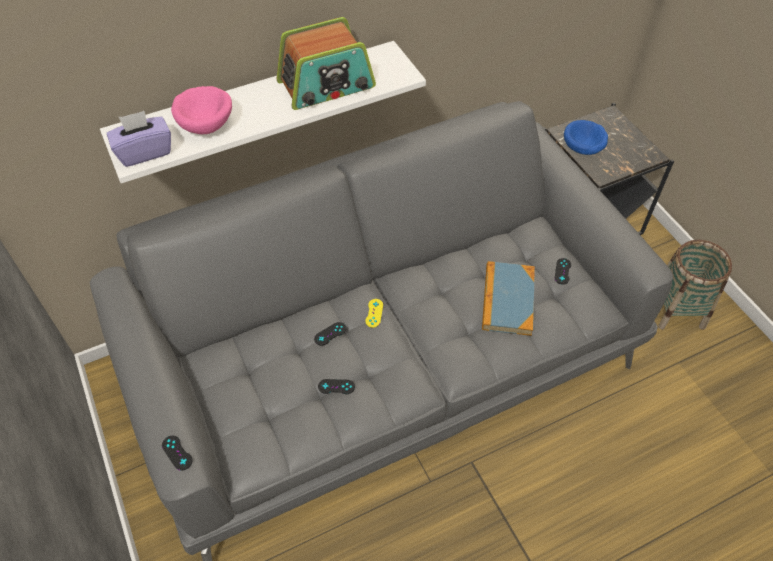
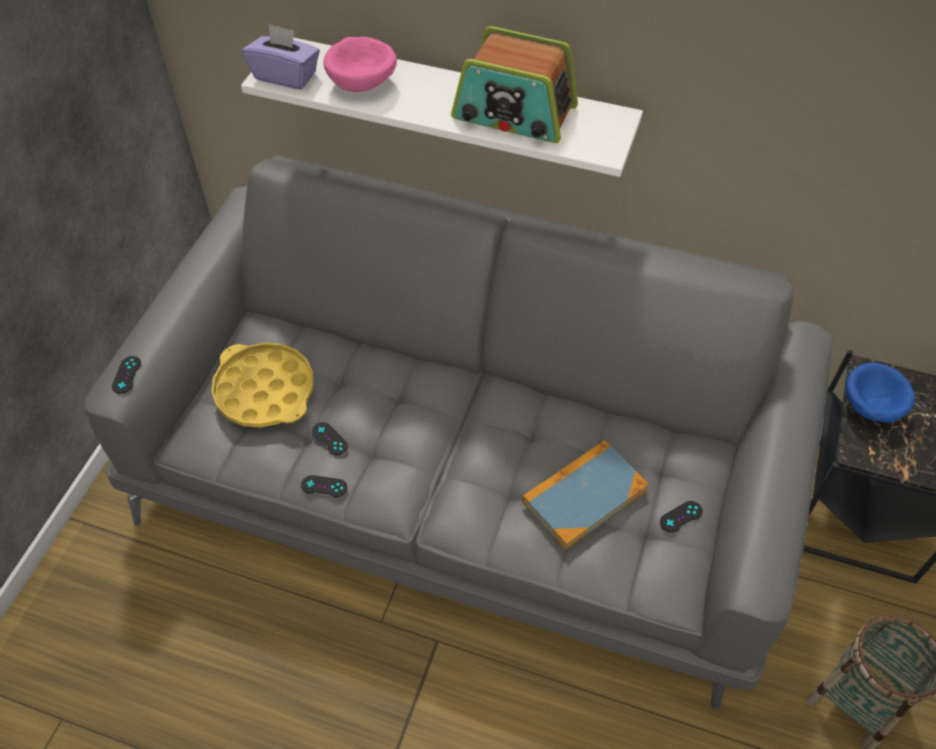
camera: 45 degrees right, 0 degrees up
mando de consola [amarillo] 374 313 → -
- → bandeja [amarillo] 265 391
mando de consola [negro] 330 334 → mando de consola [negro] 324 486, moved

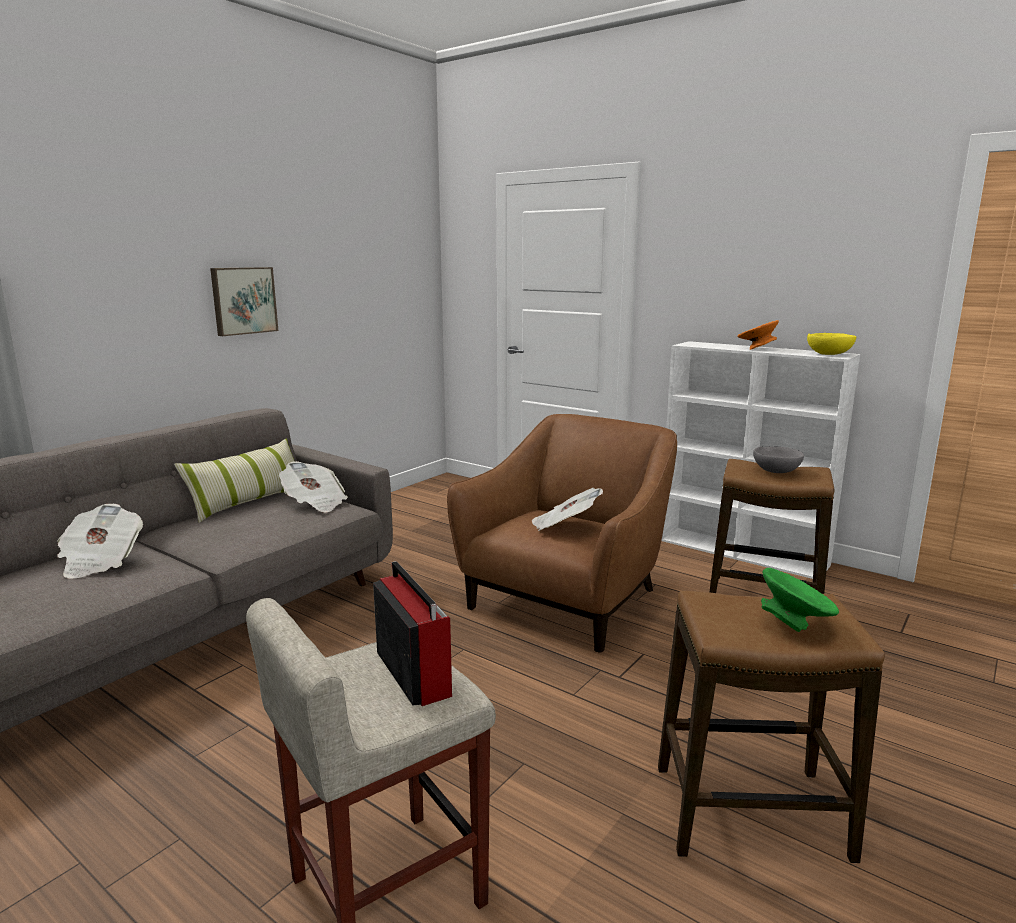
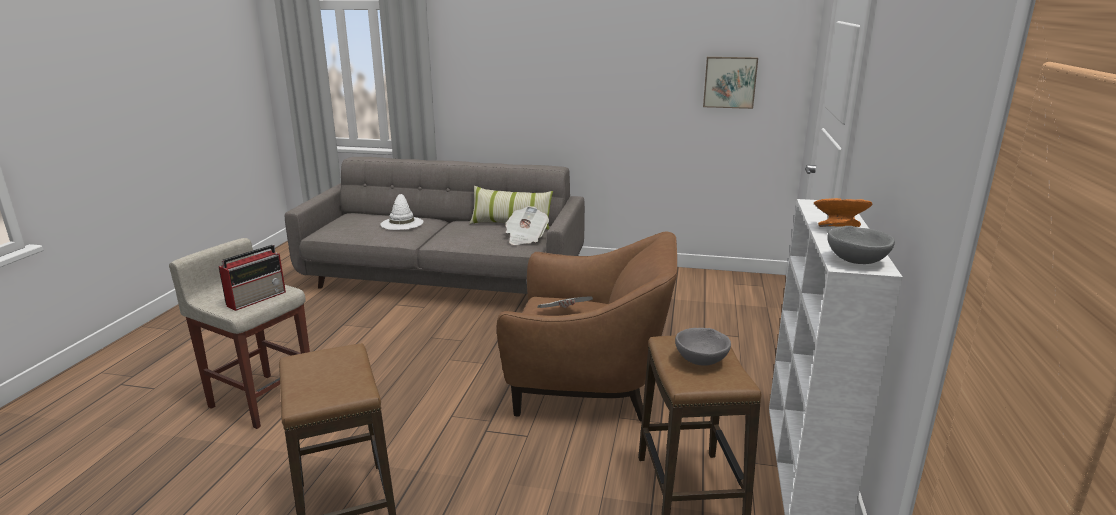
camera: 65 degrees right, 5 degrees up
cuenco [verde] 794 625 → -
cuadro 243 300 → cuadro 729 82, moved
periódico 100 561 → sombrero [blanco] 401 223
cuenco [amarillo] 829 354 → cuenco [gris] 857 261

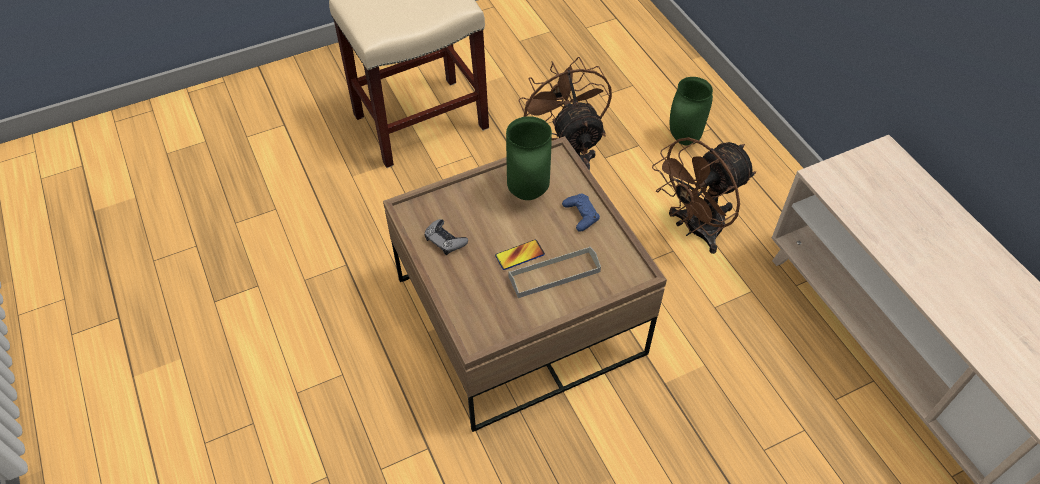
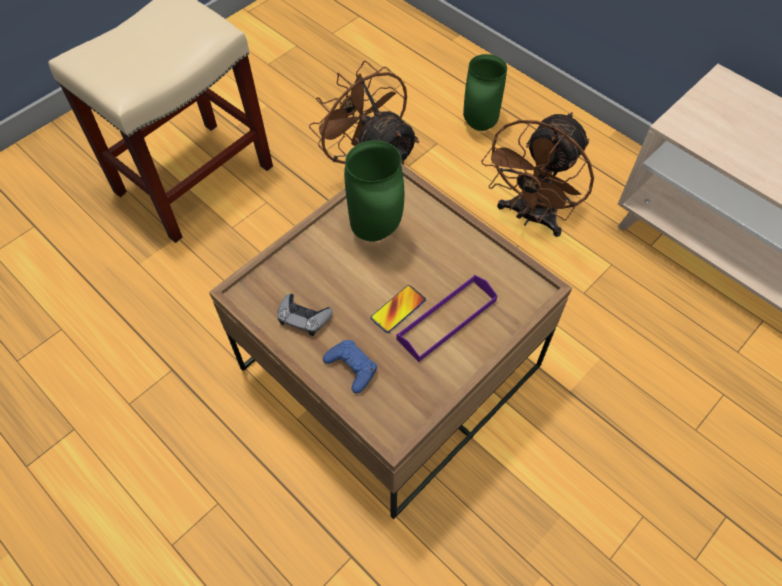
camera: 20 degrees left, 5 degrees up
mando de consola [azul] 581 215 → mando de consola [azul] 351 368, moved
bandeja [gris] 554 274 → bandeja [morado] 447 320

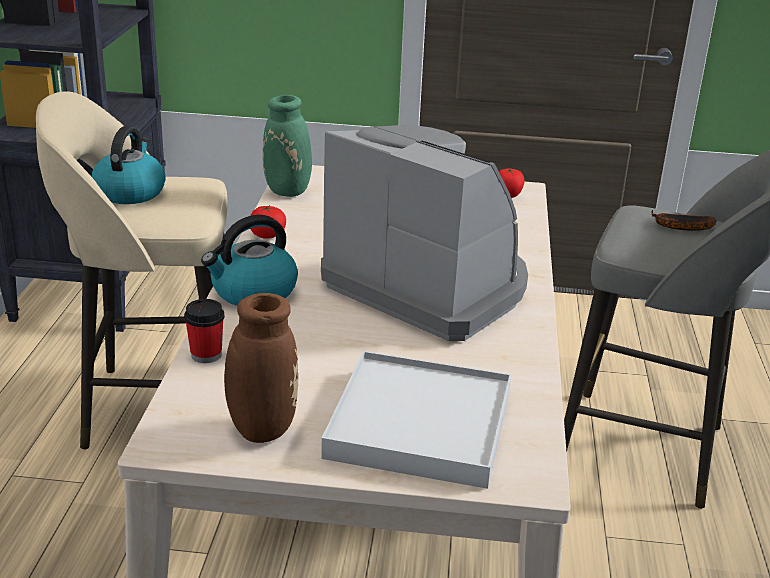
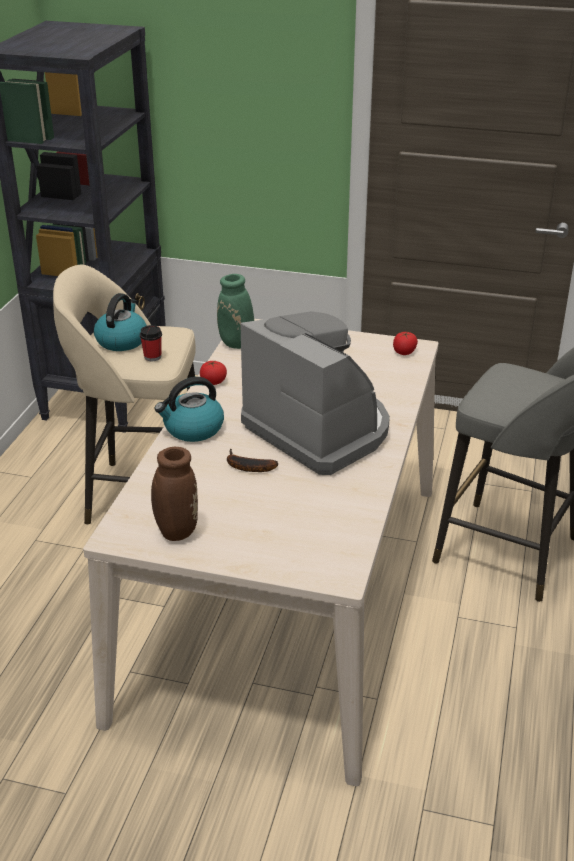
camera: 10 degrees right, 5 degrees up
bandeja [blanco] 420 424 → -
taza 206 355 → taza 152 357, moved
plátano 679 227 → plátano 246 467, moved

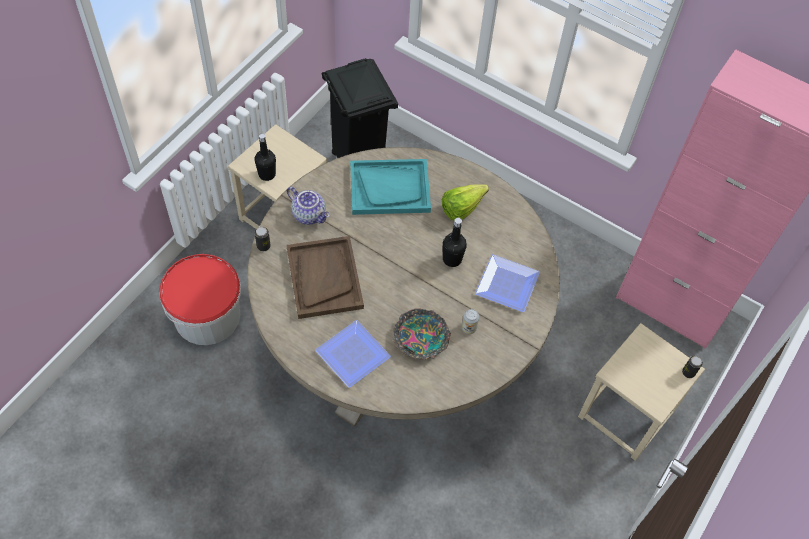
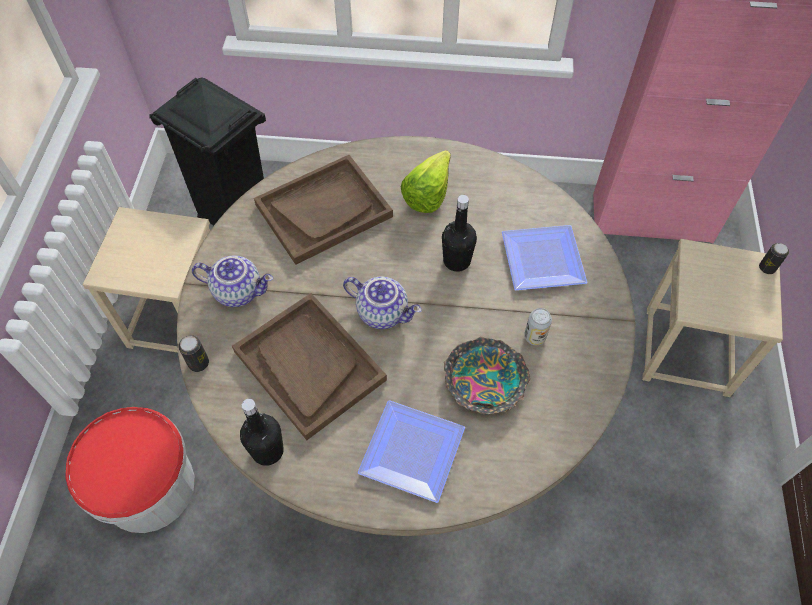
camera: 25 degrees left, 0 degrees up
- → tetera 383 312
botella [negro] 267 174 → botella [negro] 267 451, moved
bandeja [turquesa] 390 188 → bandeja [marrón] 324 210

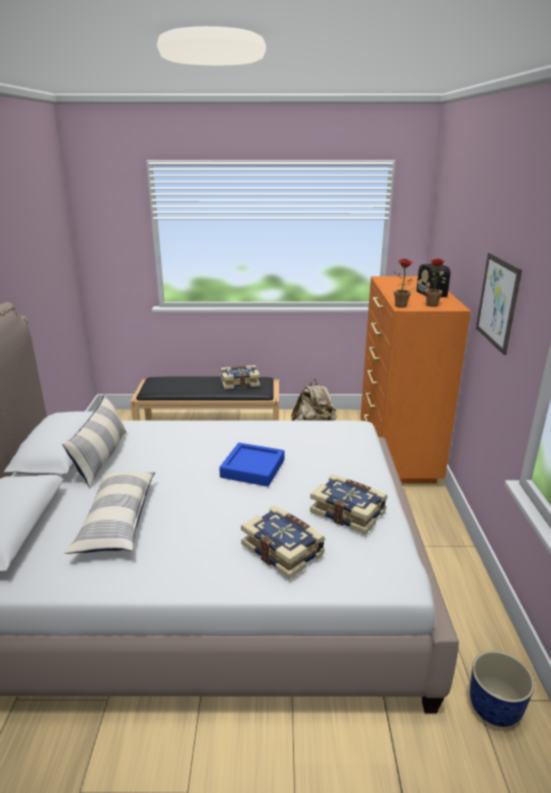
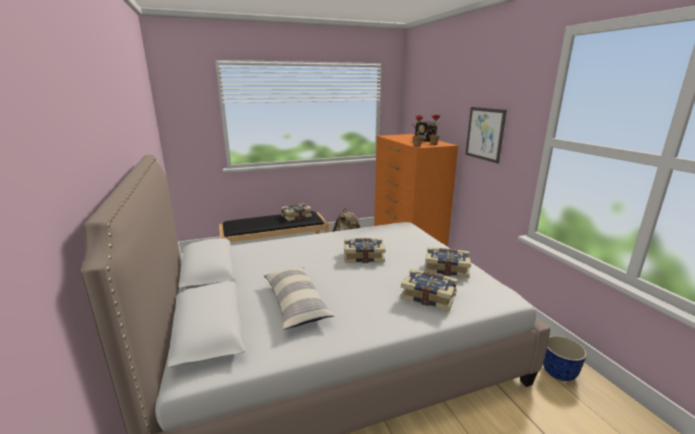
camera: 20 degrees left, 5 degrees down
cojín 102 458 → -
bandeja [azul] 252 468 → libro 363 256

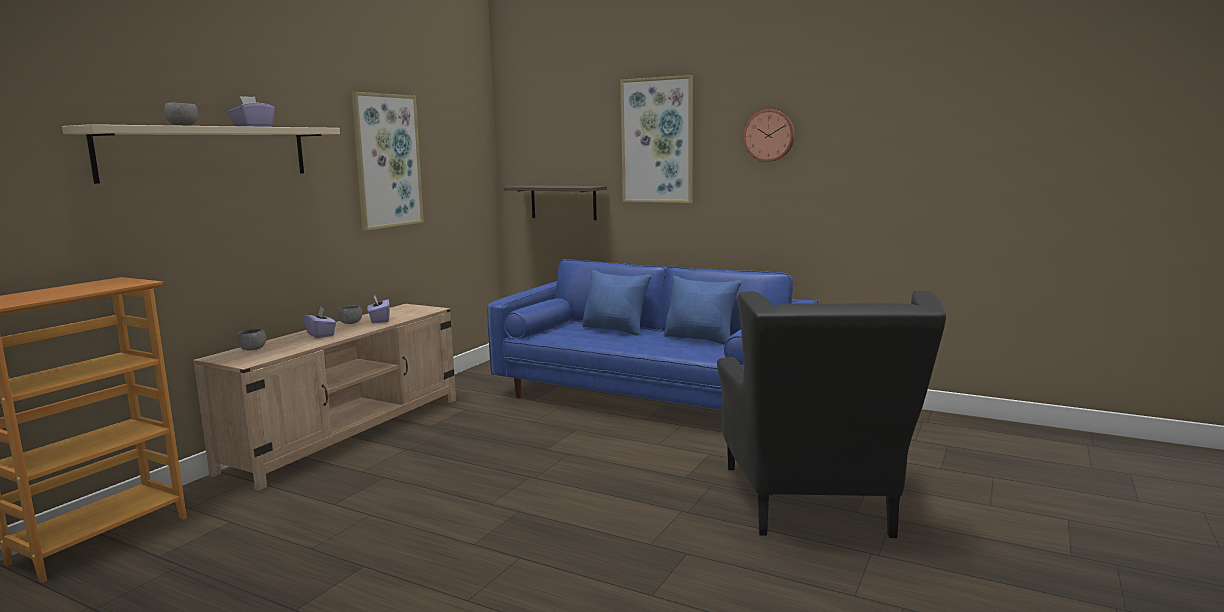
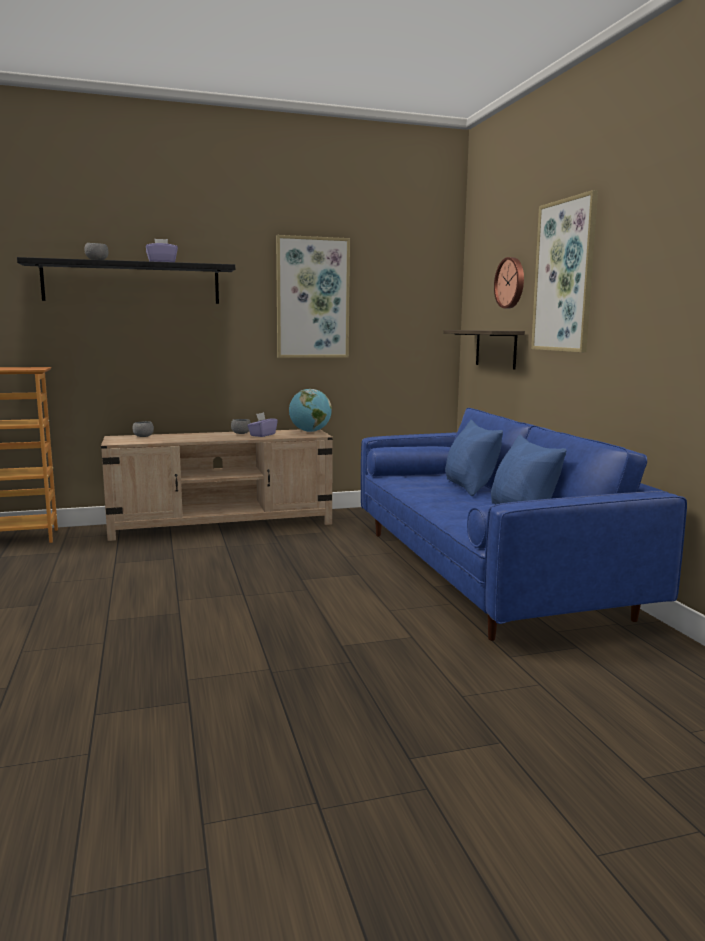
camera: 45 degrees right, 0 degrees up
caja de pañuelos [morado] 321 334 → -
sillón [negro] 816 508 → -
- → globo terráqueo 310 431
reloj de pared 769 135 → reloj de pared 511 283, moved
estante [beis] 208 152 → estante [negro] 132 283

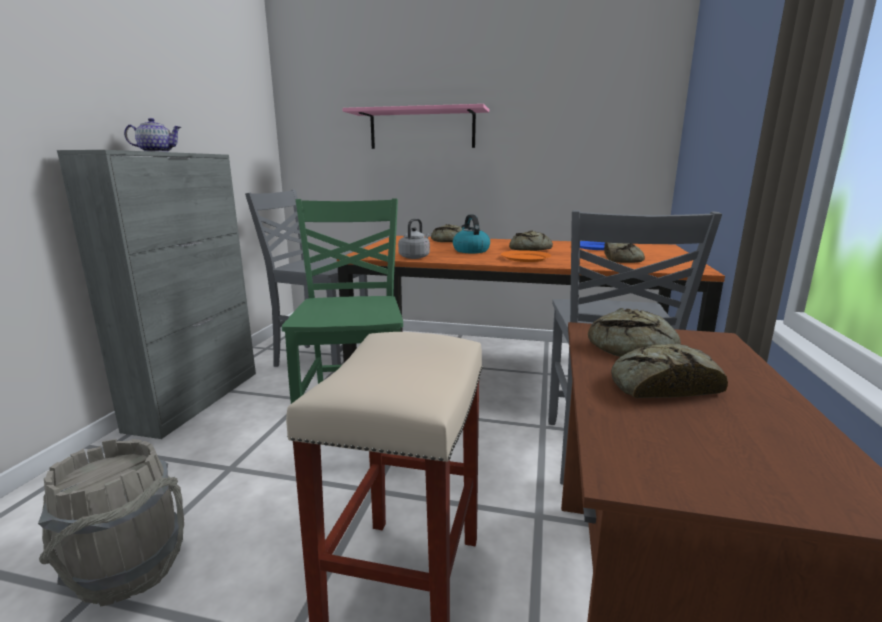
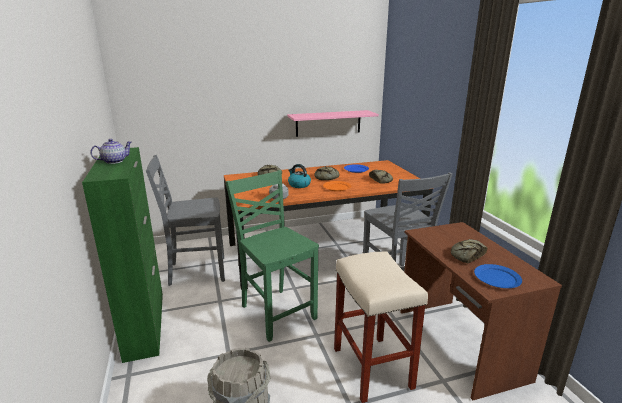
camera: 30 degrees left, 5 degrees up
pan 635 347 → -
- → plato [azul] 497 278
estante [rosa] 422 129 → estante [rosa] 328 123, moved
armario [gris] 197 399 → armario [verde] 145 324

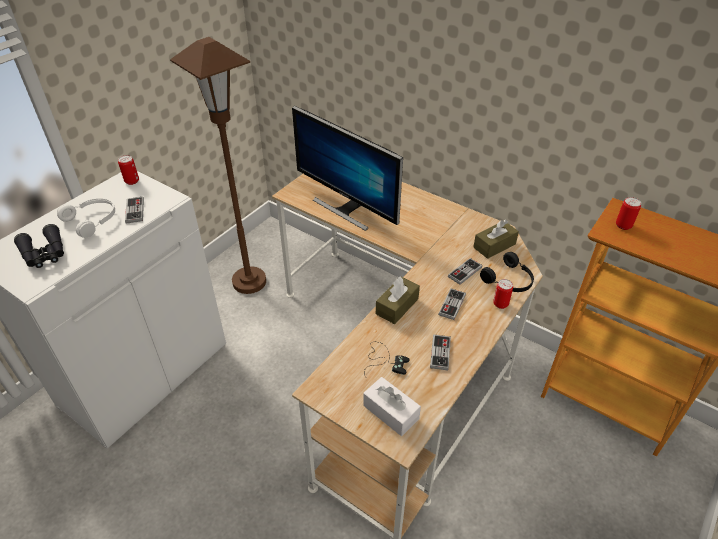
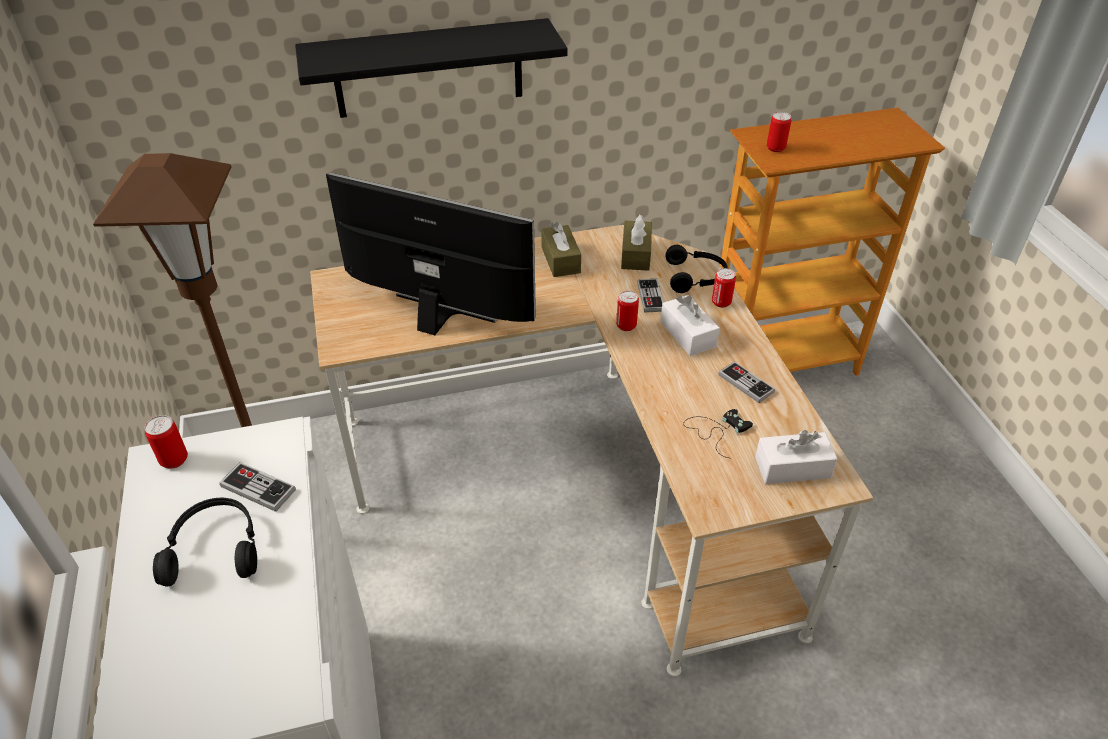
camera: 50 degrees left, 0 degrees up
prismáticos [negro] 44 254 → -
- → estante [negro] 428 69
- → lata 626 326
caja de pañuelos [marrón] 397 306 → caja de pañuelos [marrón] 560 260, moved
mando de consola 452 305 → caja de pañuelos [blanco] 687 334
auriculares [blanco] 92 220 → auriculares [negro] 215 548
monitor 347 209 → monitor 438 318, 150 degrees counterclockwise

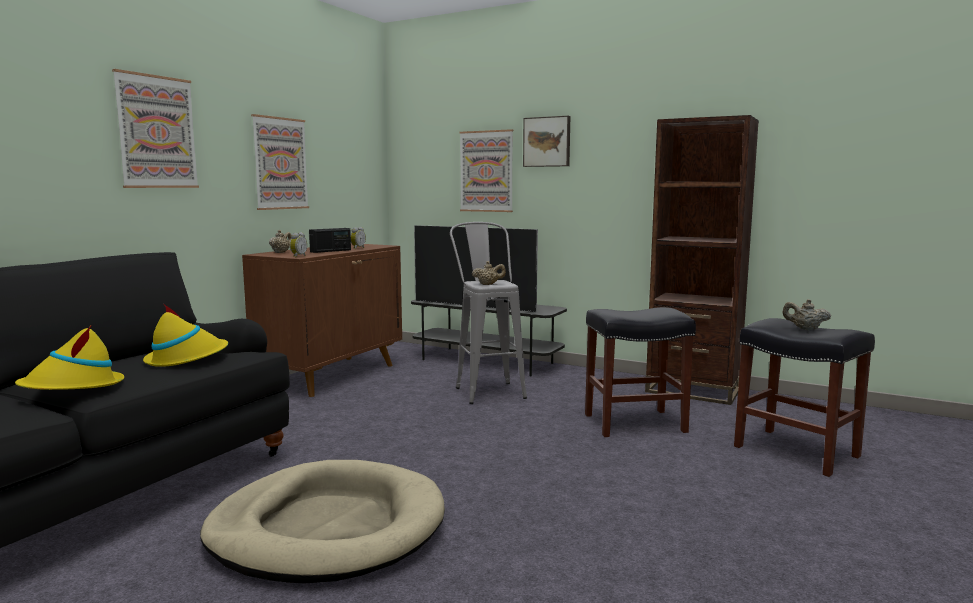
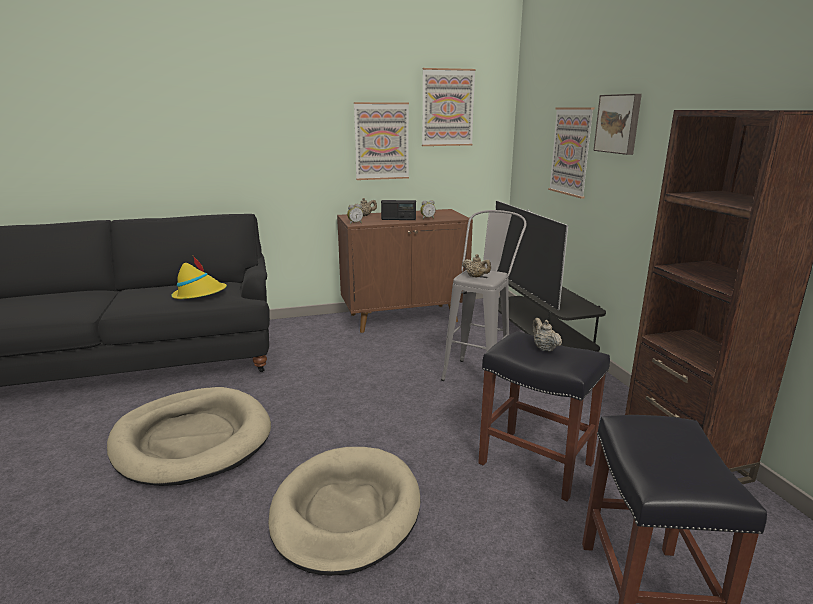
camera: 45 degrees right, 10 degrees up
sombrero [amarillo] 73 387 → -
- → cama para perro [beis] 346 512
cuadro 156 132 → cuadro 447 108, moved
tetera [beis] 805 329 → tetera [beis] 544 348, moved

